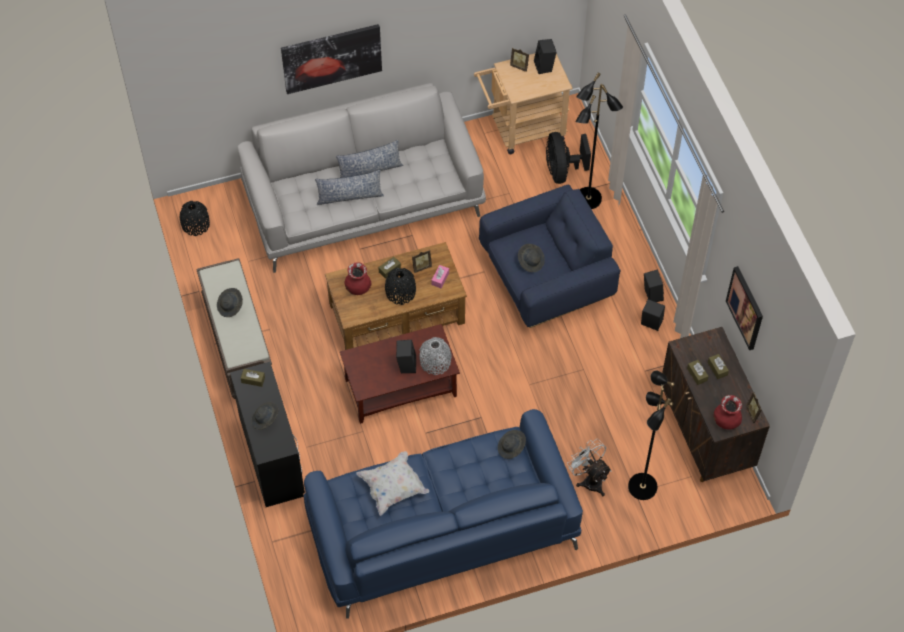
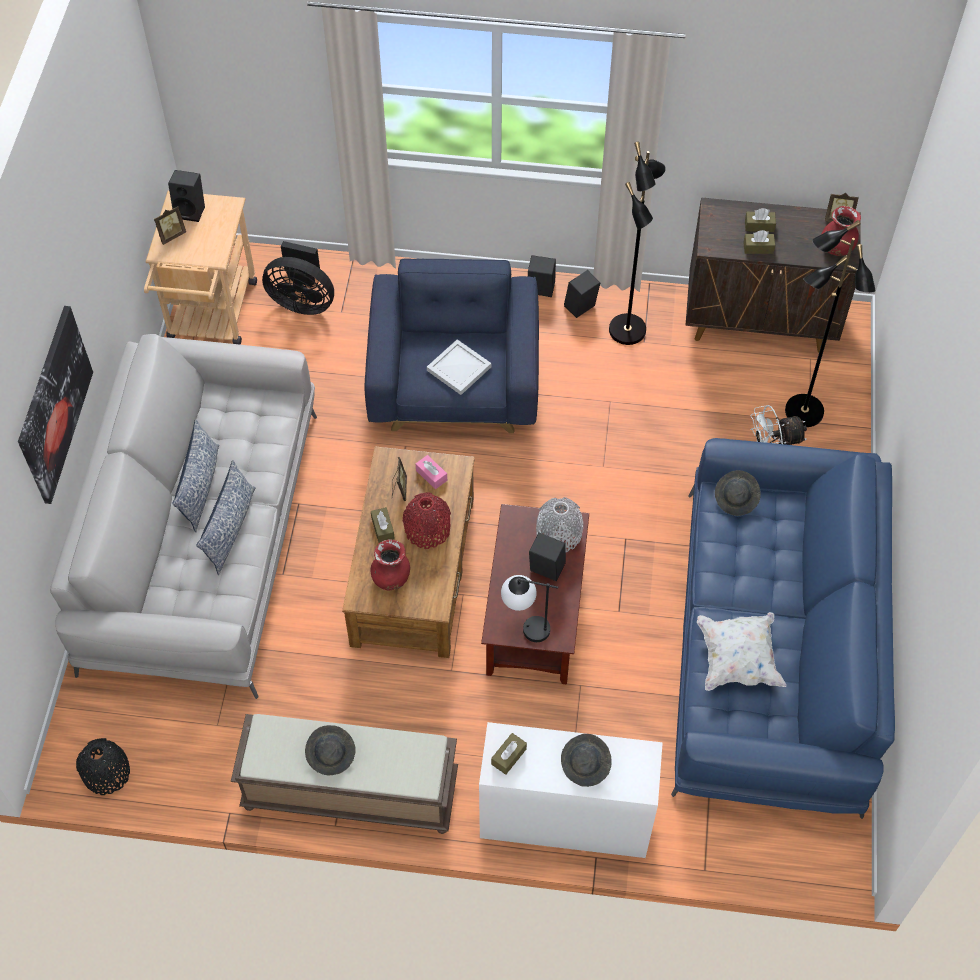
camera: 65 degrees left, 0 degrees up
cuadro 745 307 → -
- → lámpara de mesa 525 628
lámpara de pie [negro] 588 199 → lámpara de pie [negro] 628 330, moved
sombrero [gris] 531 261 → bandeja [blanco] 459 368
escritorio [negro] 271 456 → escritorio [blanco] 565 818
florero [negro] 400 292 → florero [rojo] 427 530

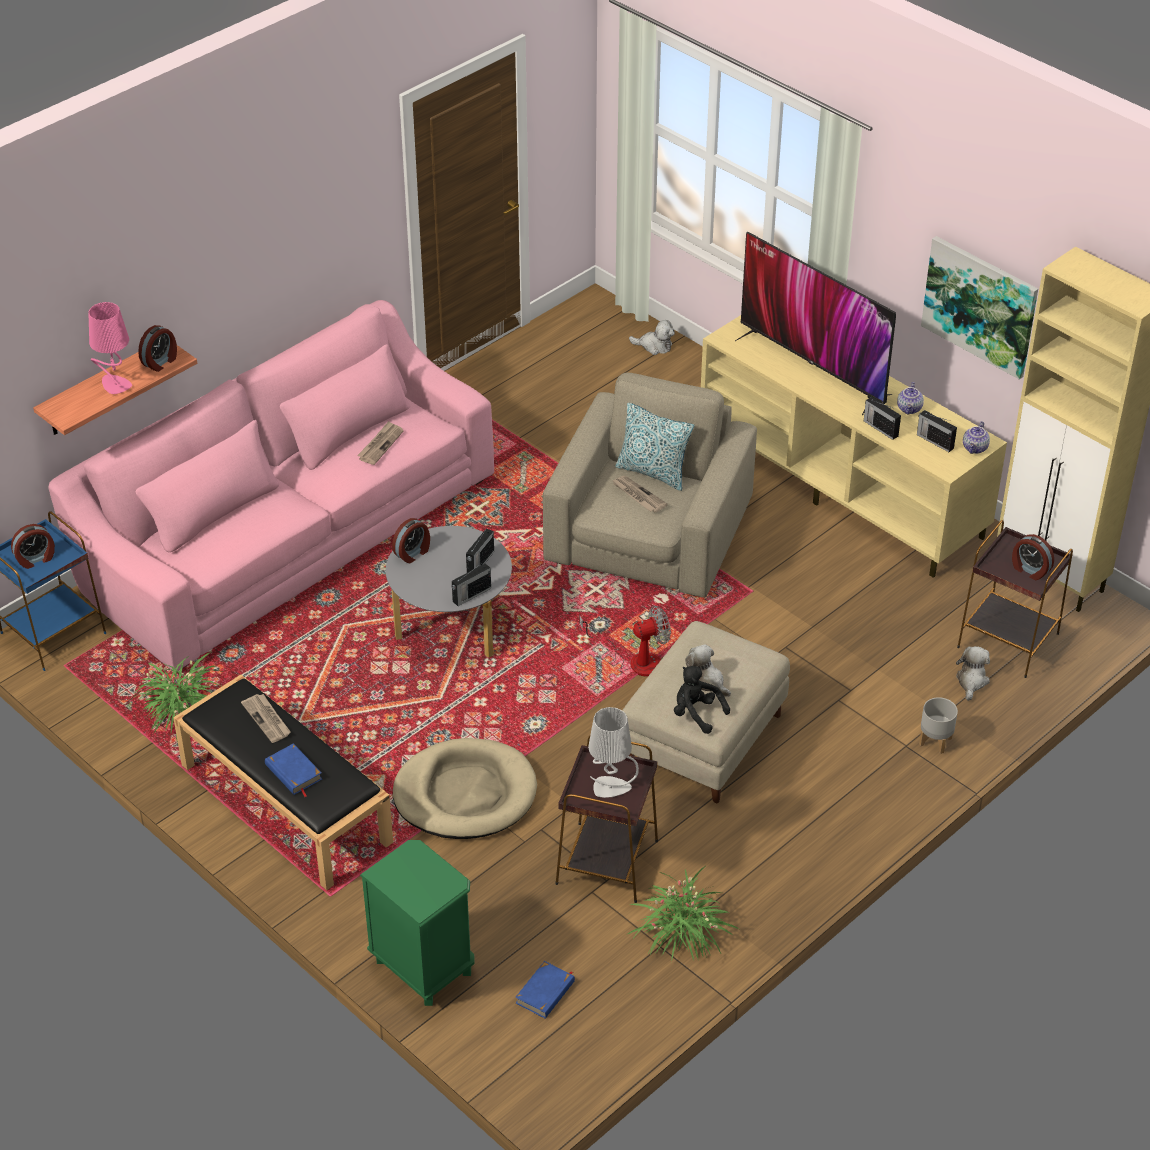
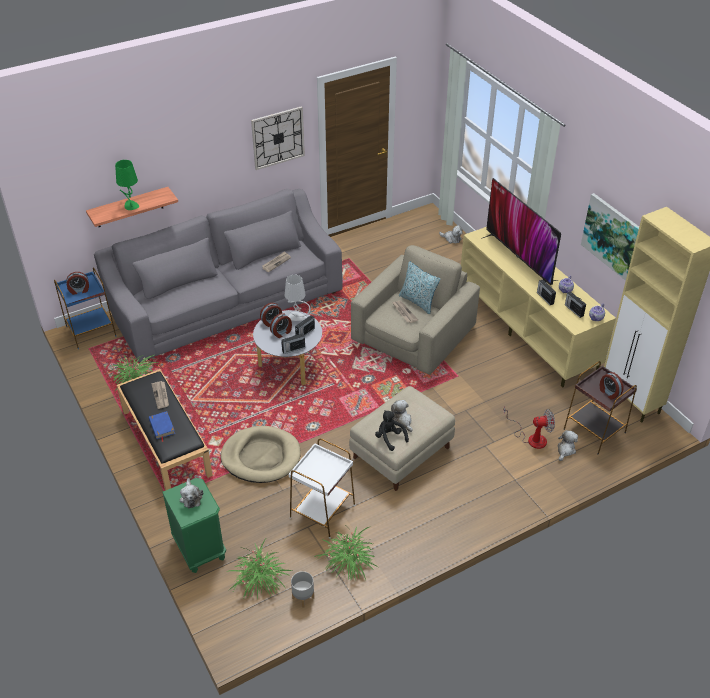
camera: 15 degrees right, 0 degrees up
- → peluche 191 497
- → reloj de pared 278 137
despertador 160 362 → despertador 281 332, moved
ventilador 635 660 → ventilador 531 437, moved
lámpara de mesa [gris] 611 787 → lámpara de mesa [gris] 297 317, moved
maceta [gris] 935 742 → maceta [gris] 303 598, moved
libro [azul] 545 992 → planta en maceta 260 580
sofá [rosa] 289 533 → sofá [gris] 227 302
lámpara de mesa [rosa] 115 385 → lámpara de mesa [verde] 131 206
mesa auxiliar [marrón] 606 863 → mesa auxiliar [blanco] 322 512

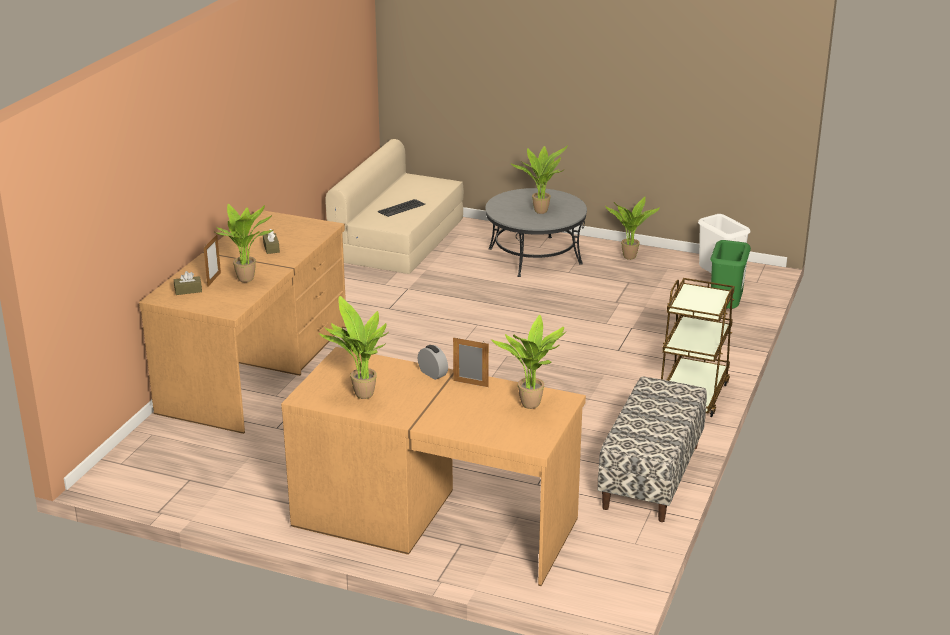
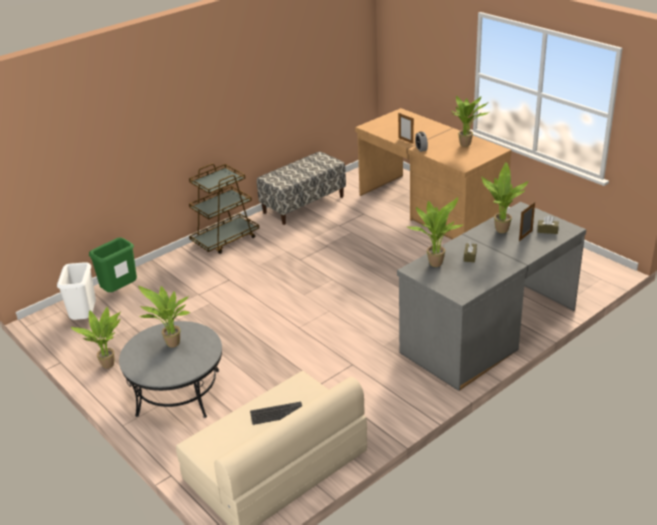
camera: 150 degrees left, 5 degrees up
planta en maceta 532 406 → planta en maceta 435 263, moved
escritorio [marrón] 257 369 → escritorio [gris] 488 330

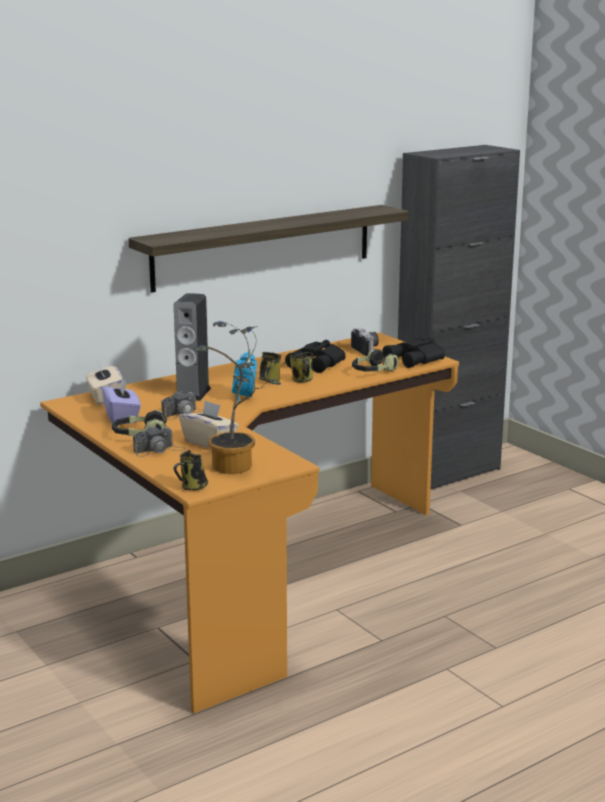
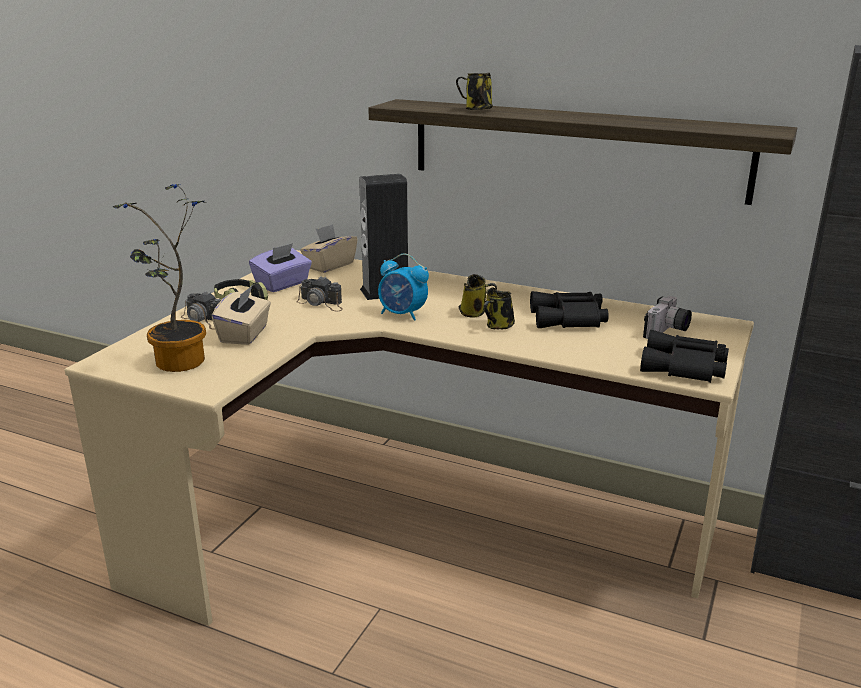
camera: 60 degrees right, 5 degrees up
auriculares 373 371 → -
taza grande 192 488 → taza grande 476 110, moved
escritorio [naranja] 254 573 → escritorio [beis] 413 520
despertador 244 397 → despertador 402 315, 120 degrees counterclockwise

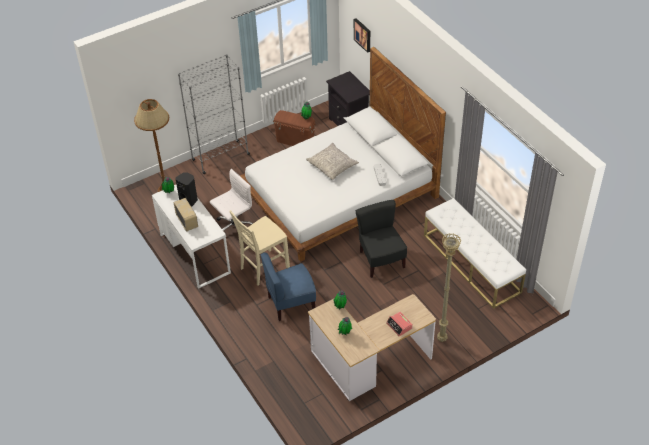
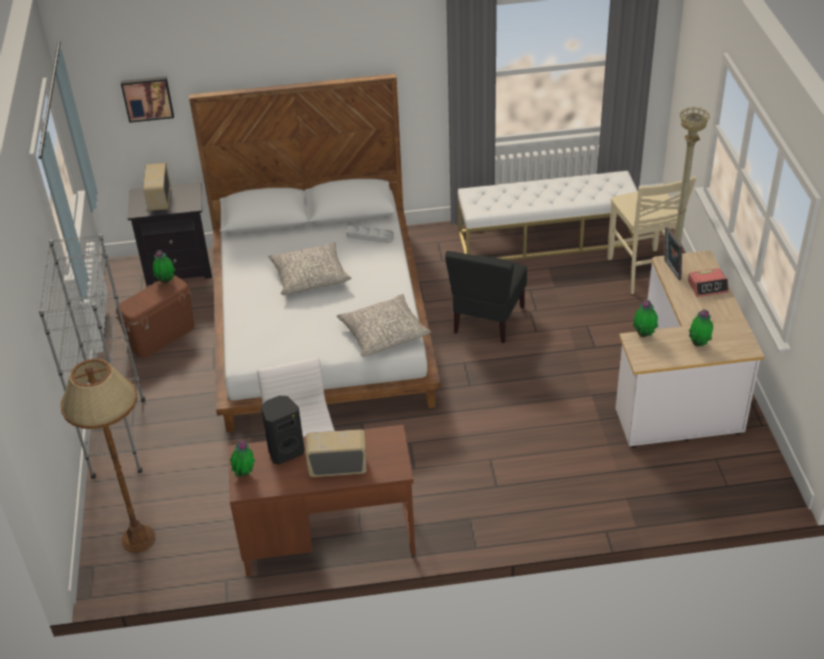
camera: 65 degrees left, 5 degrees down
silla [azul] 291 304 → -
- → radio 159 200
- → cojín [gris] 384 333
- → portarretratos 670 270
silla [beis] 263 268 → silla [beis] 642 272, moved
escritorio [blanco] 195 253 → escritorio [marrón] 328 537
silla [negro] 381 260 → silla [negro] 487 320, 75 degrees counterclockwise

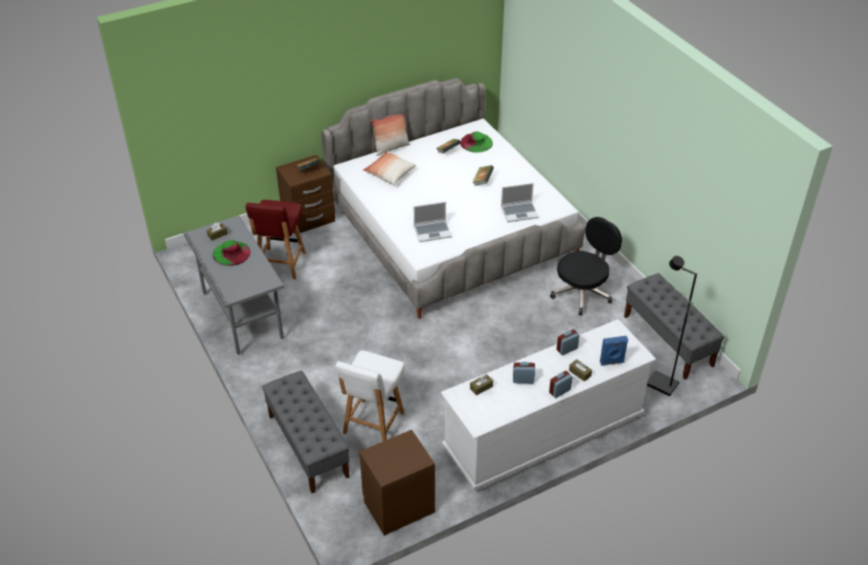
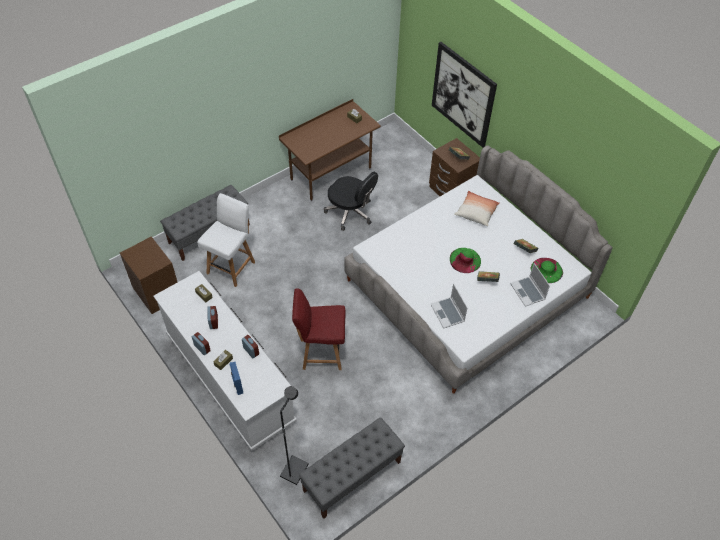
camera: 80 degrees right, 10 degrees up
cojín 391 148 → -
- → cuadro 463 94
sombrero [verde] 231 253 → sombrero [verde] 465 260, moved
silla [rojo] 280 264 → silla [rojo] 321 353, moved
portátil 433 231 → portátil 528 292, moved
silla de oficina [negro] 582 293 → silla de oficina [negro] 350 213, moved
escritorio [gris] 242 316 → escritorio [marrón] 330 174
silla [blanco] 373 424 → silla [blanco] 231 267, 105 degrees clockwise

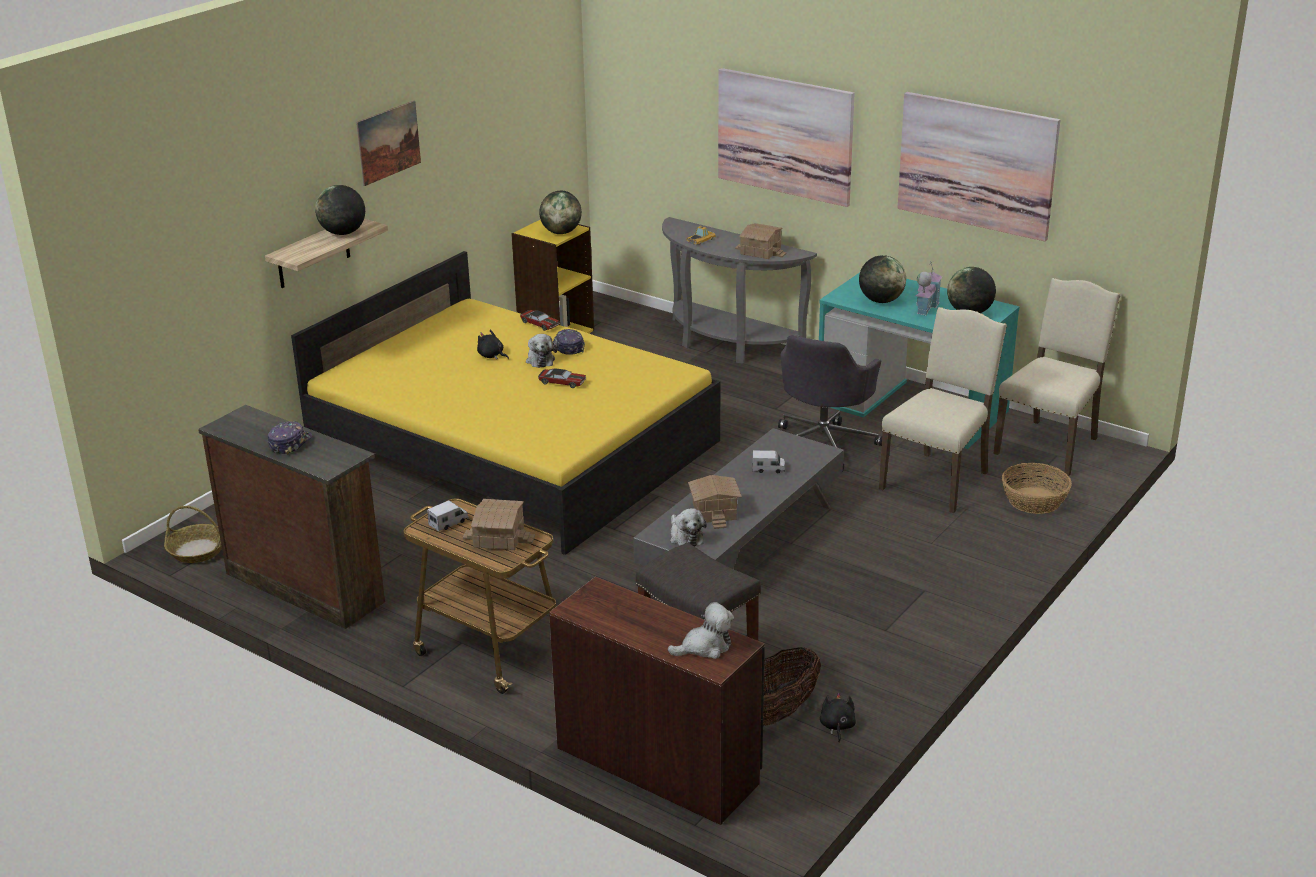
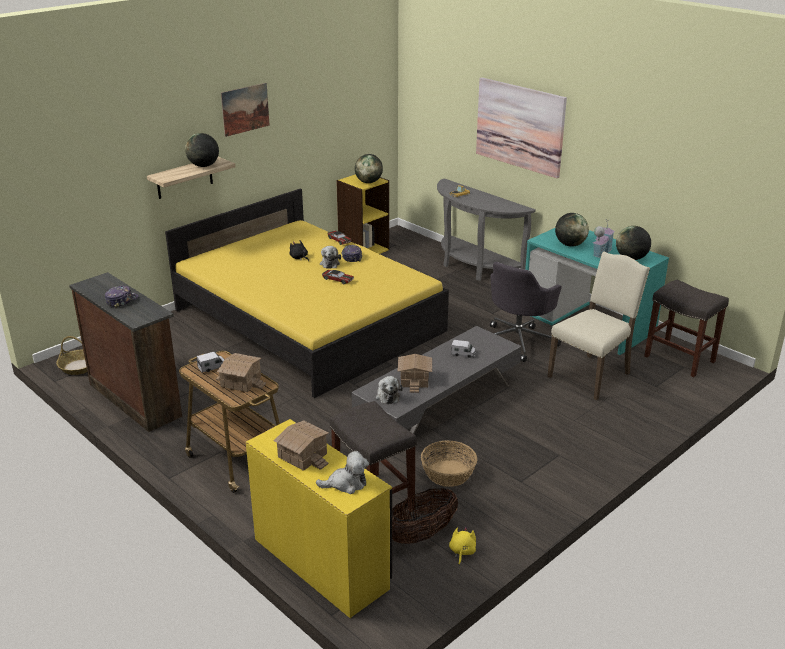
camera: 10 degrees right, 0 degrees up
cuadro 976 165 → -
casita 761 251 → casita 303 455, moved
cesta 1034 500 → cesta 448 473, moved
silla [beis] 1049 445 → taburete [gris] 680 359
escritorio [marrón] 658 764 → escritorio [amarillo] 322 562
peluche [negro] 837 727 → peluche [amarillo] 462 552

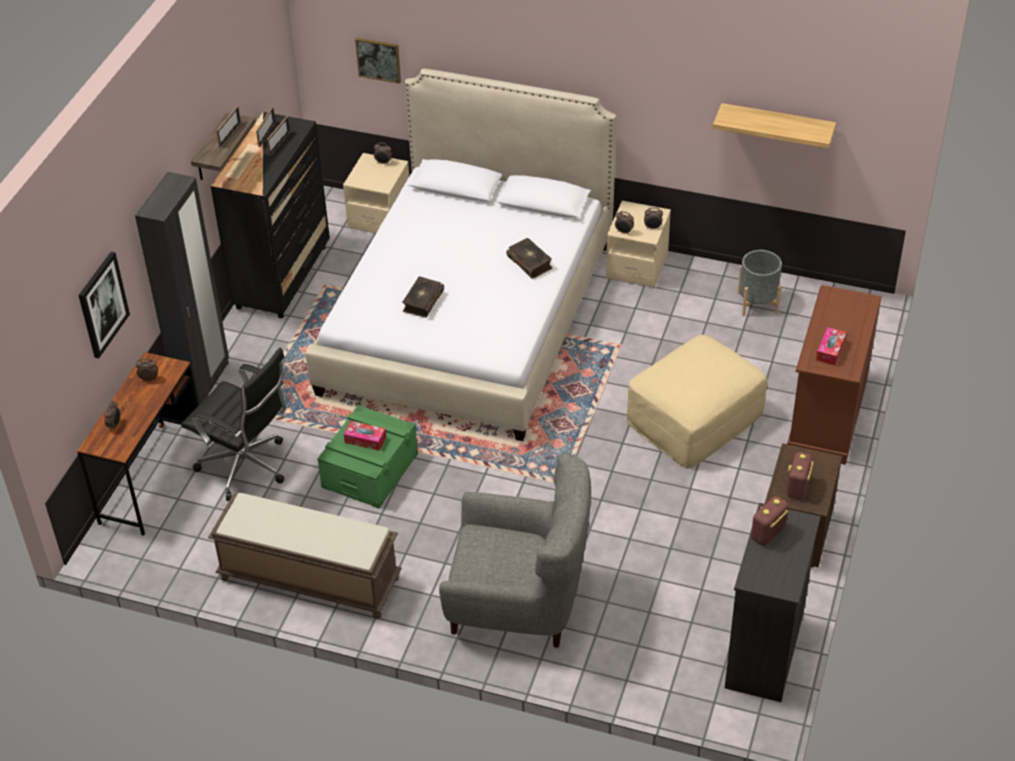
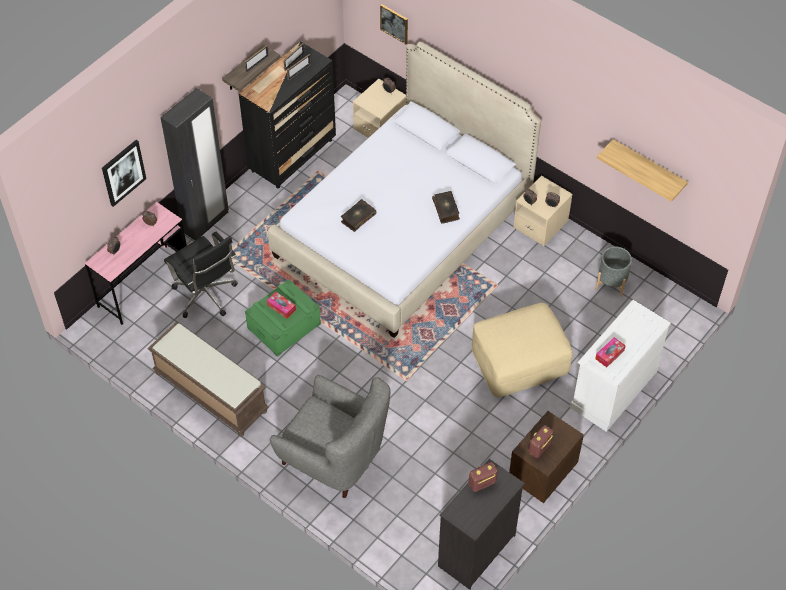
camera: 20 degrees right, 10 degrees up
escritorio [marrón] 152 478 → escritorio [rosa] 144 284
cómoda [marrón] 826 415 → cómoda [blanco] 613 389

